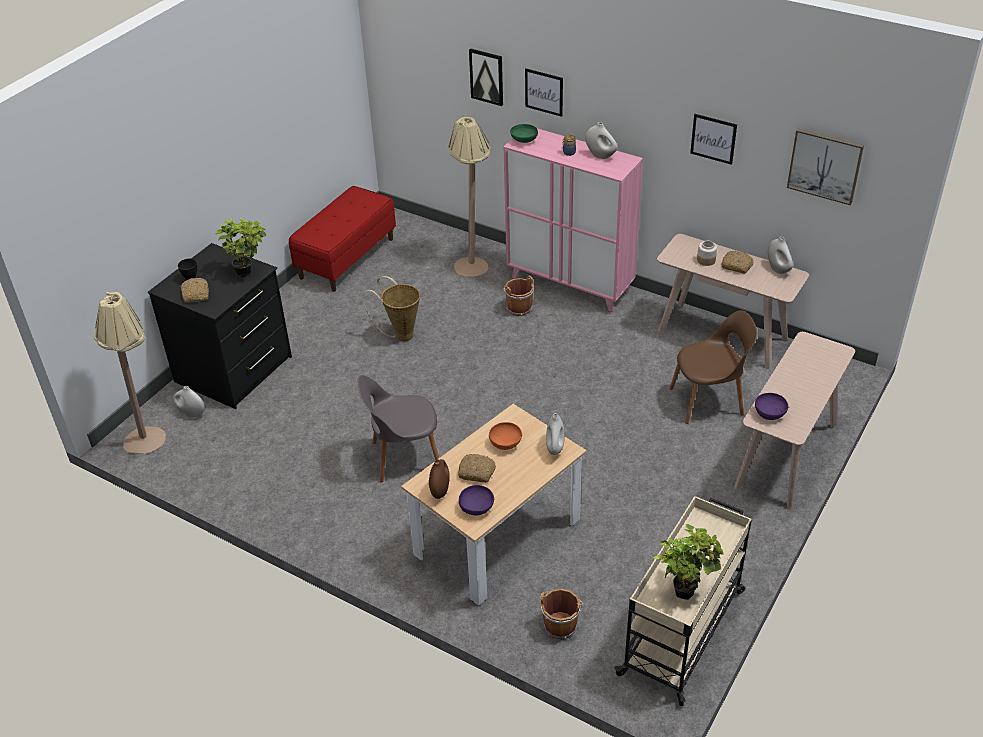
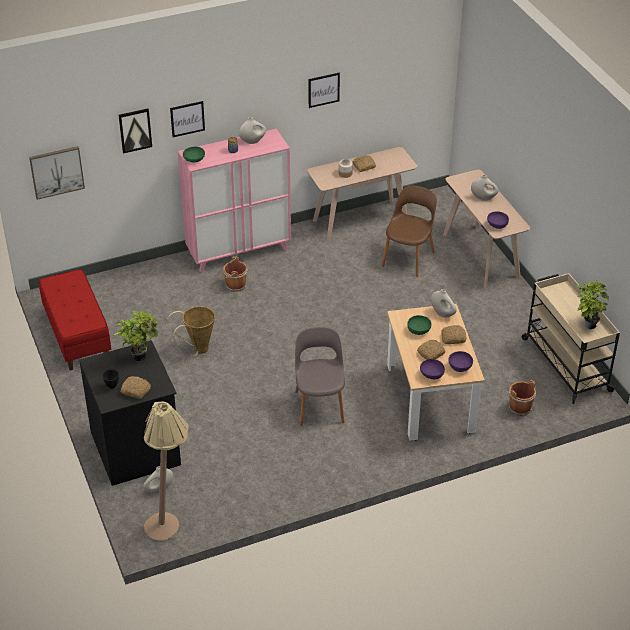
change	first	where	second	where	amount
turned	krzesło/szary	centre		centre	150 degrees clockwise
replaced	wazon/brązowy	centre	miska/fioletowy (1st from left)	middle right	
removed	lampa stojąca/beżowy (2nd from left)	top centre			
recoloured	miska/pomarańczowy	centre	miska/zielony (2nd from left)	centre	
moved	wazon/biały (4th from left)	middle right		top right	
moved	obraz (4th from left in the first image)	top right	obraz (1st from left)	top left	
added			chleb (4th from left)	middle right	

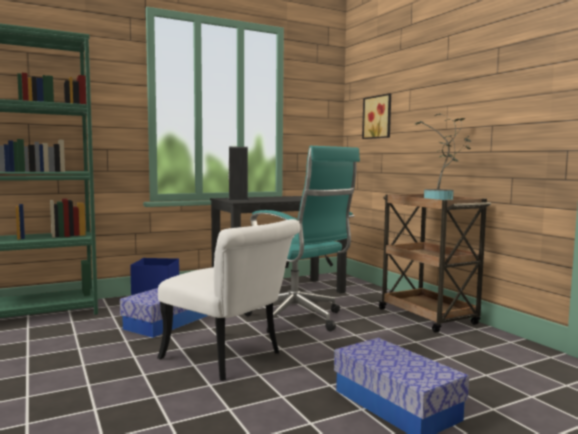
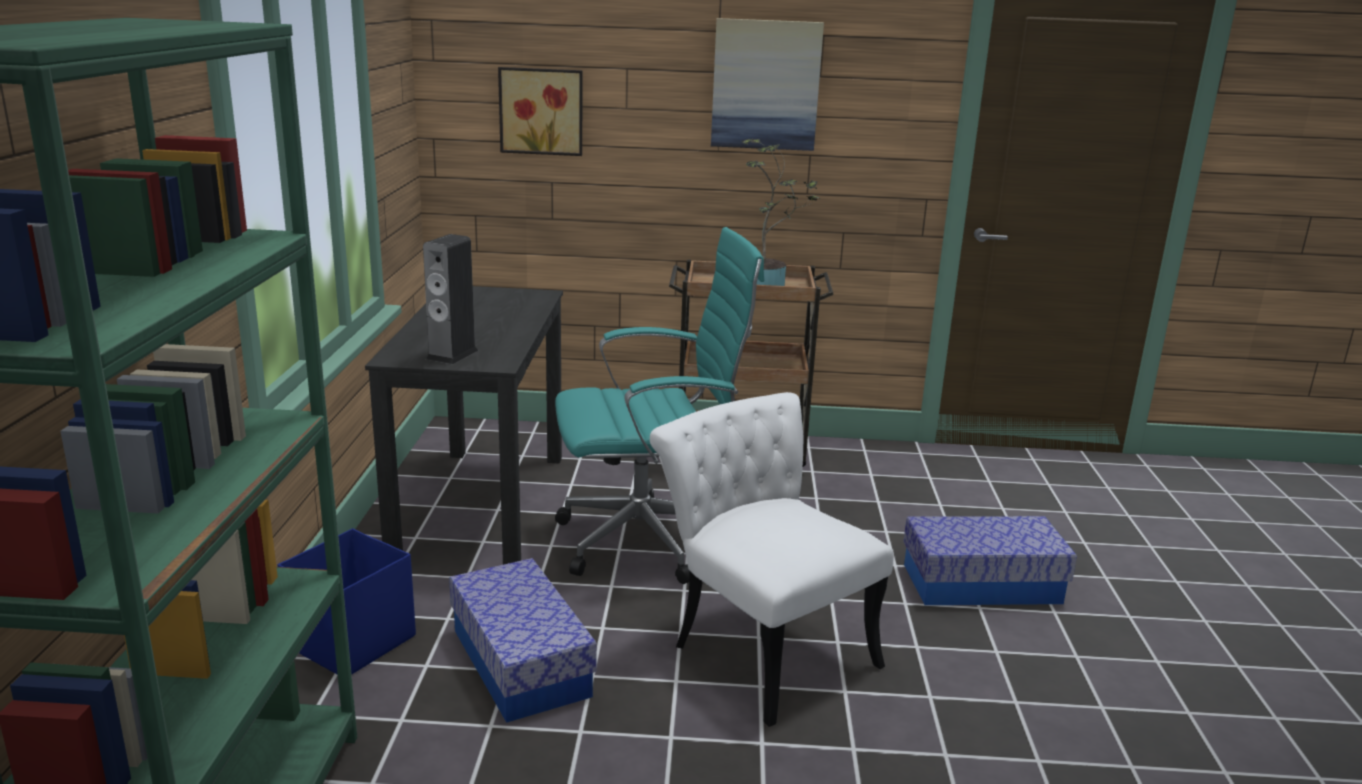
change	first	where	second	where	amount
turned	krzesło/biały	bottom centre		bottom centre	105 degrees counterclockwise
added			obraz (2nd from left)	top centre	

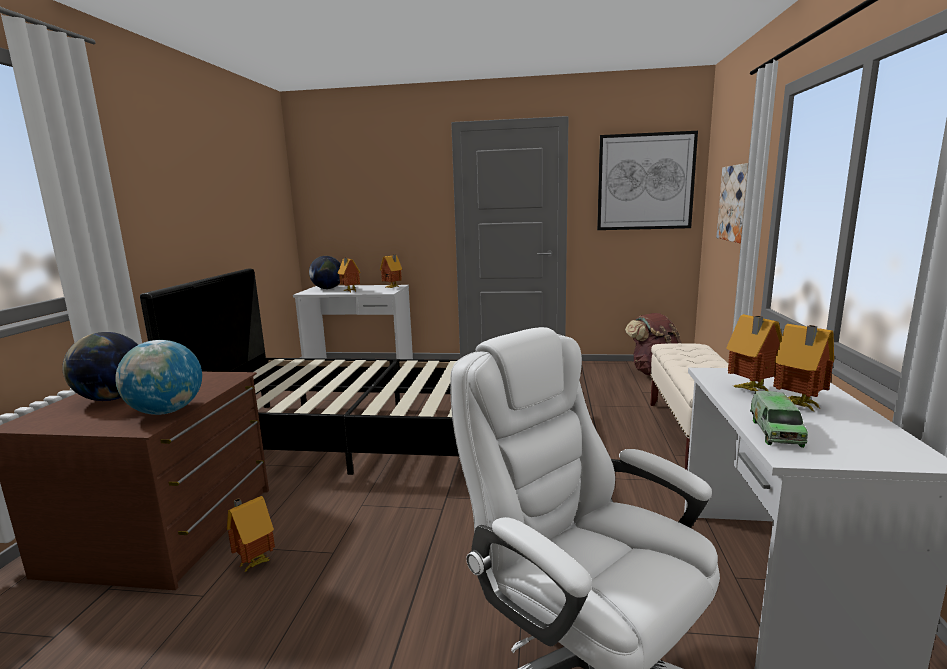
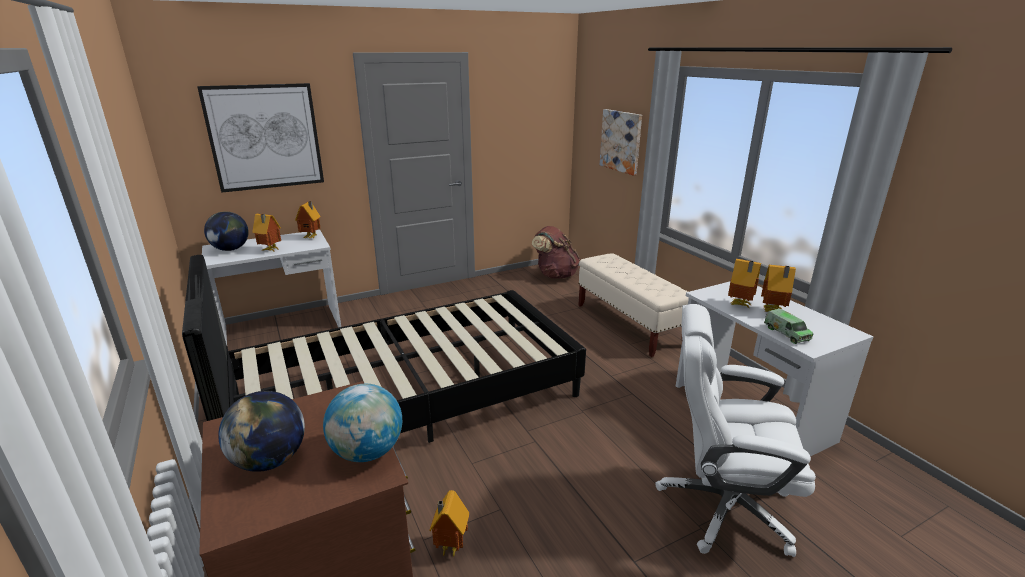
change	first	where	second	where	amount
moved	obraz (1st from left)	top right		top left	

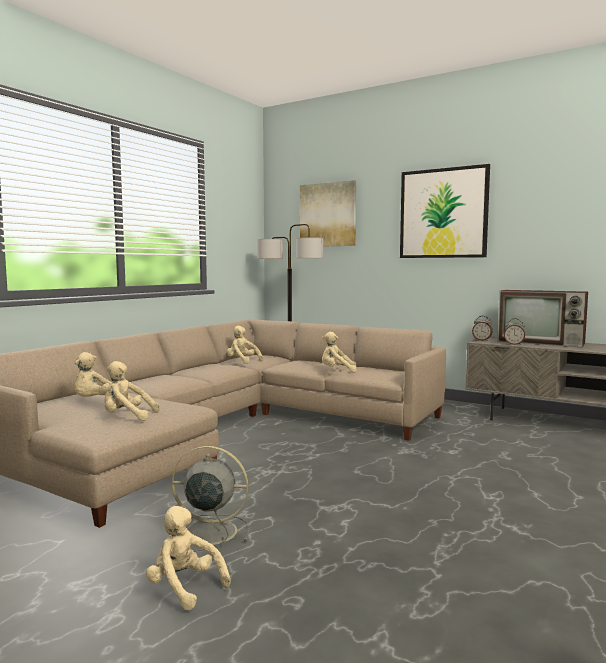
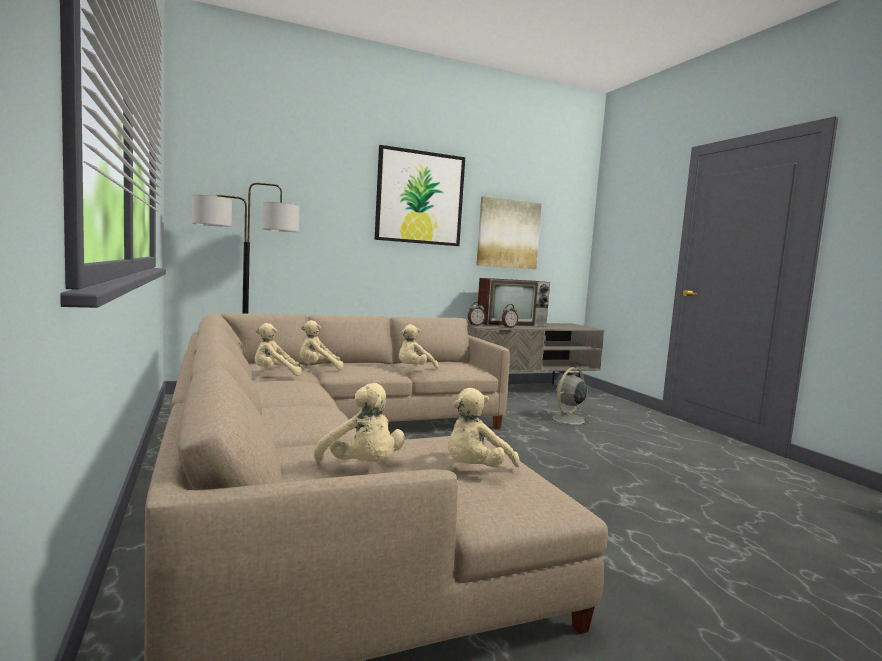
change	first	where	second	where	amount
moved	pluszak/beżowy (3rd from left in the first image)	bottom left	pluszak/beżowy (2nd from left)	centre	
moved	wentylator/szary	bottom centre		centre	
moved	obraz (1st from left in the first image)	top centre	obraz (2nd from left)	centre	

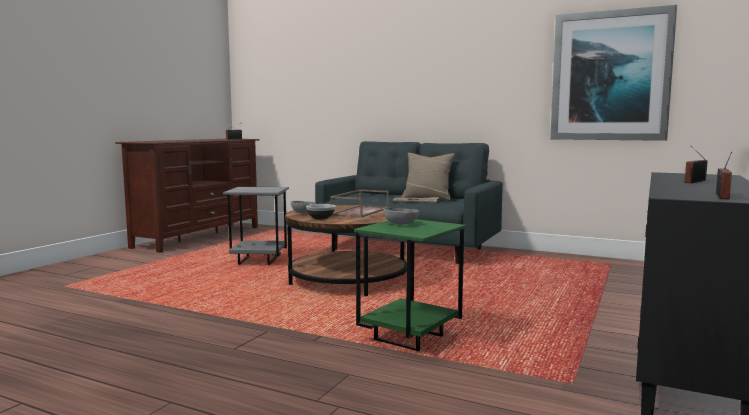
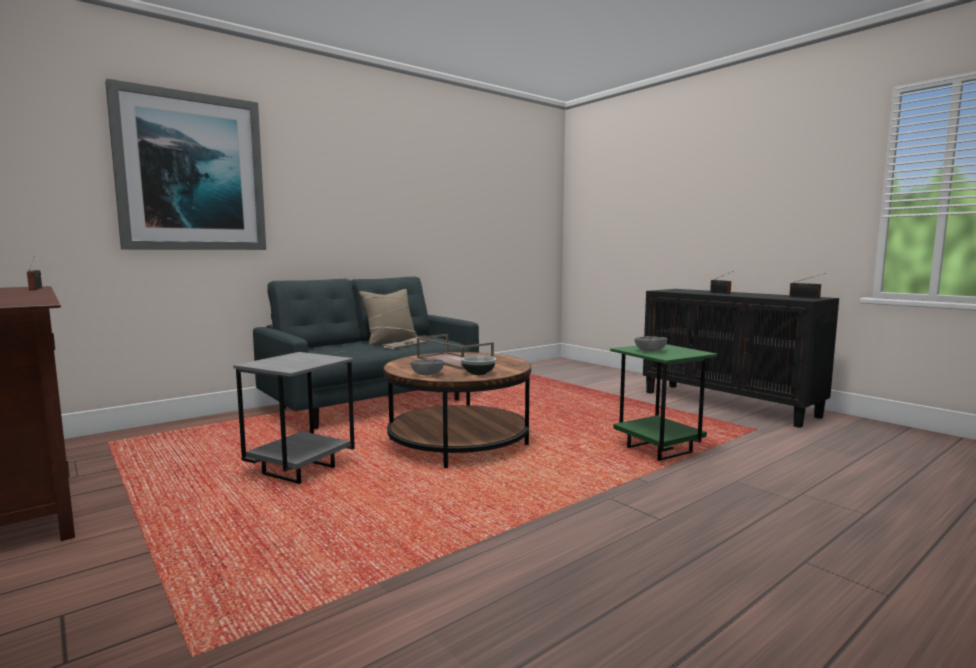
change	first	where	second	where	amount
moved	obraz	top right		top left	

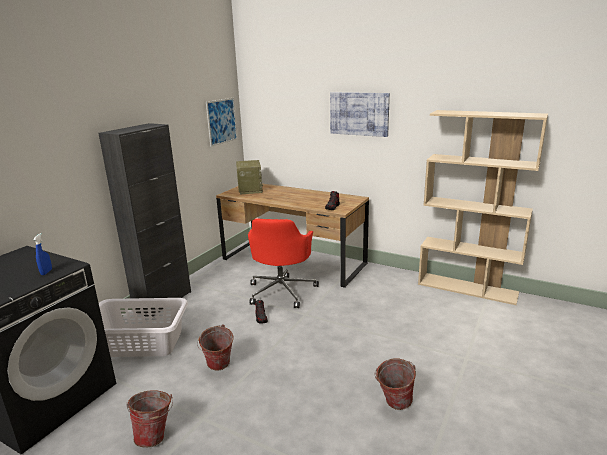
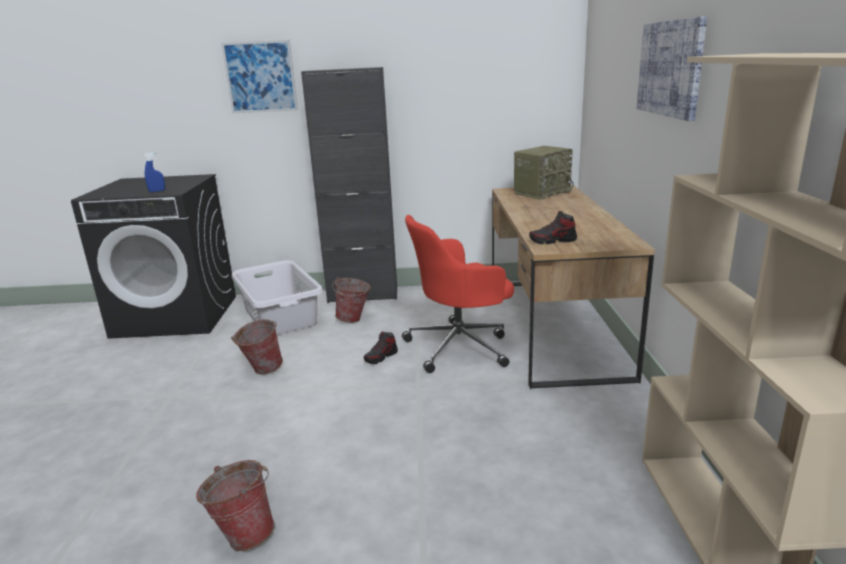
change	first	where	second	where	amount
moved	wiadro (1st from left in the first image)	bottom left	wiadro (3rd from left)	centre	
moved	obraz (1st from left)	top centre		top left	

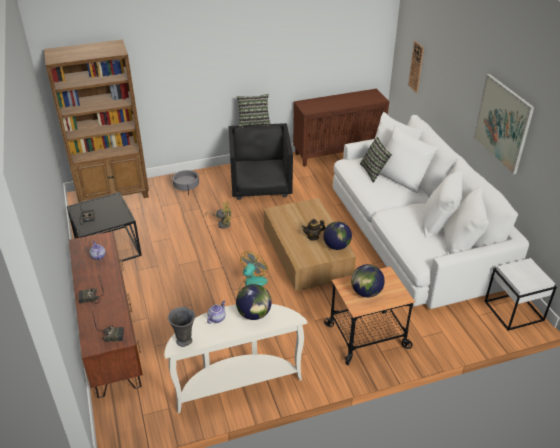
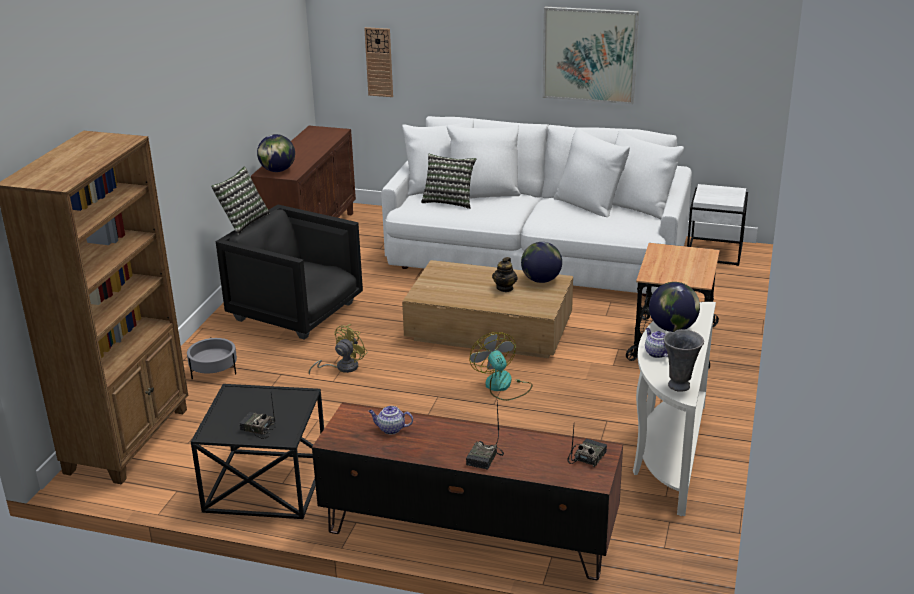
change	first	where	second	where	amount
moved	globus (3rd from left in the first image)	centre	globus (1st from left)	top left	

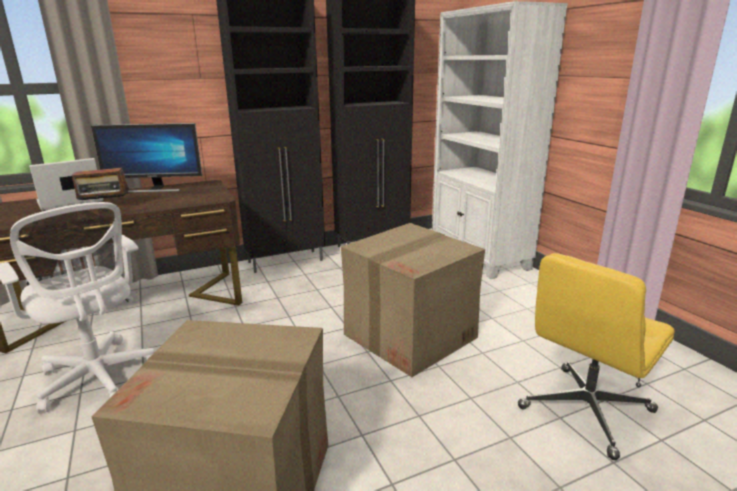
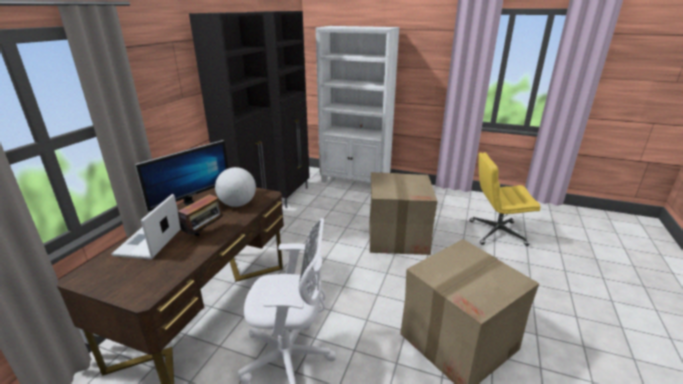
change	first	where	second	where	amount
turned	krzesło biurowe/żółty	bottom right		middle right	90 degrees clockwise
added			globus	centre	

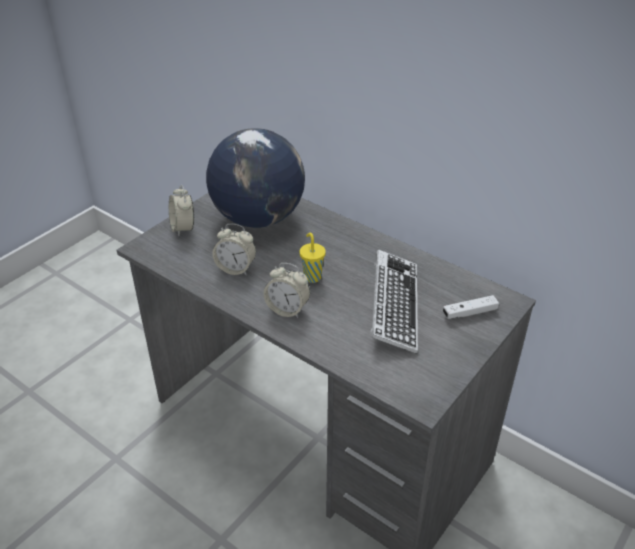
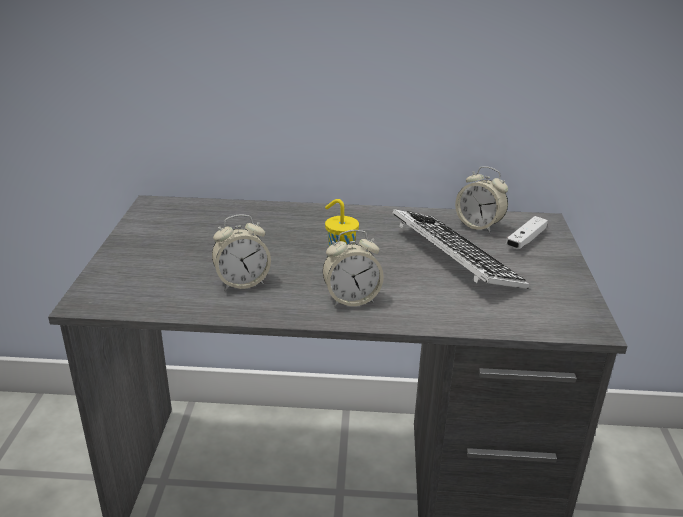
change	first	where	second	where	amount
moved	budzik (1st from left in the first image)	middle left	budzik (3rd from left)	middle right	
removed	globus	top centre			

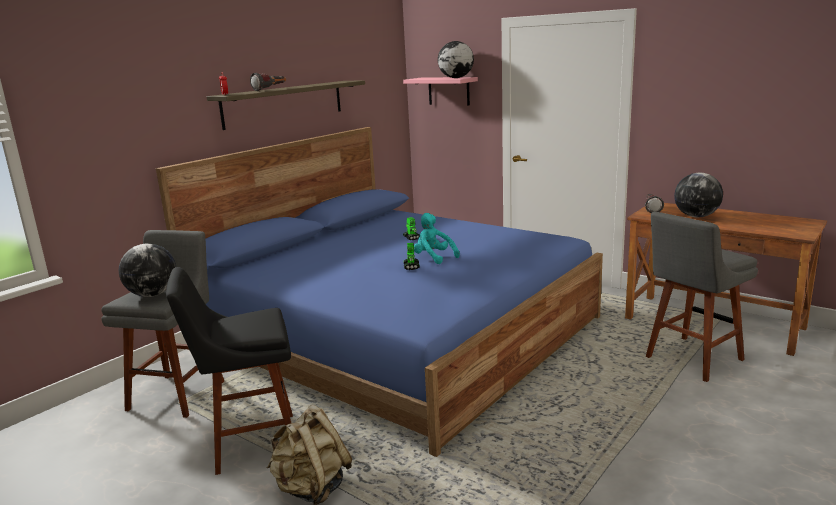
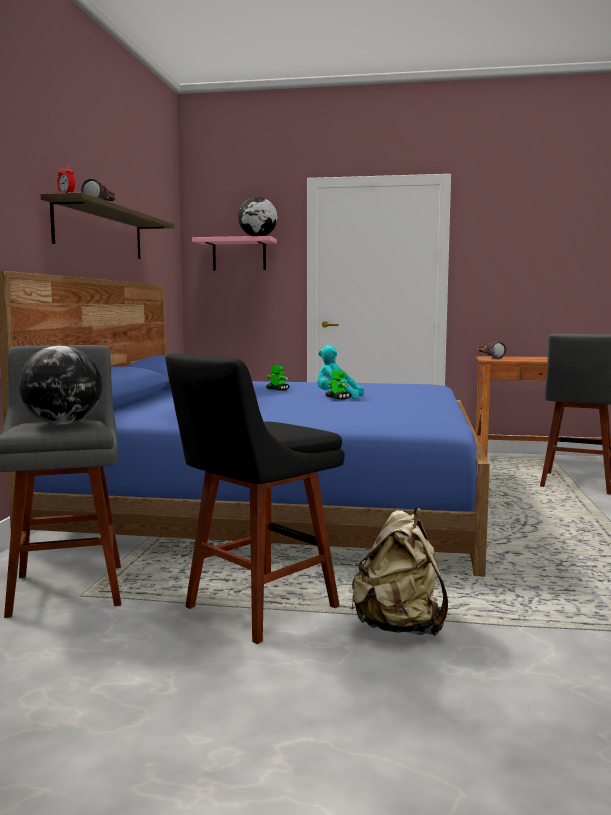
change	first	where	second	where	amount
removed	globus (3rd from left)	middle right			

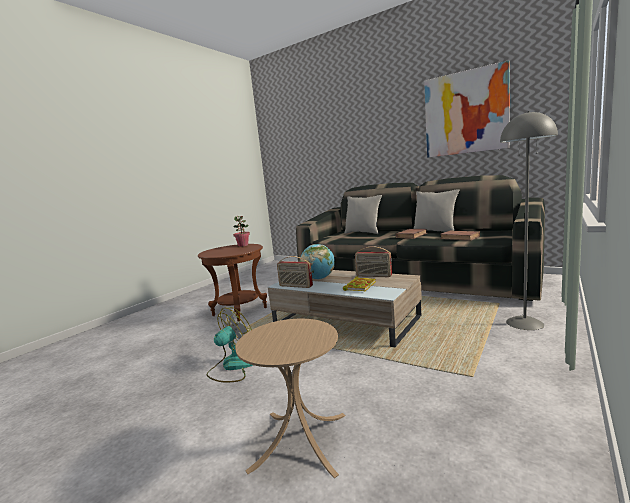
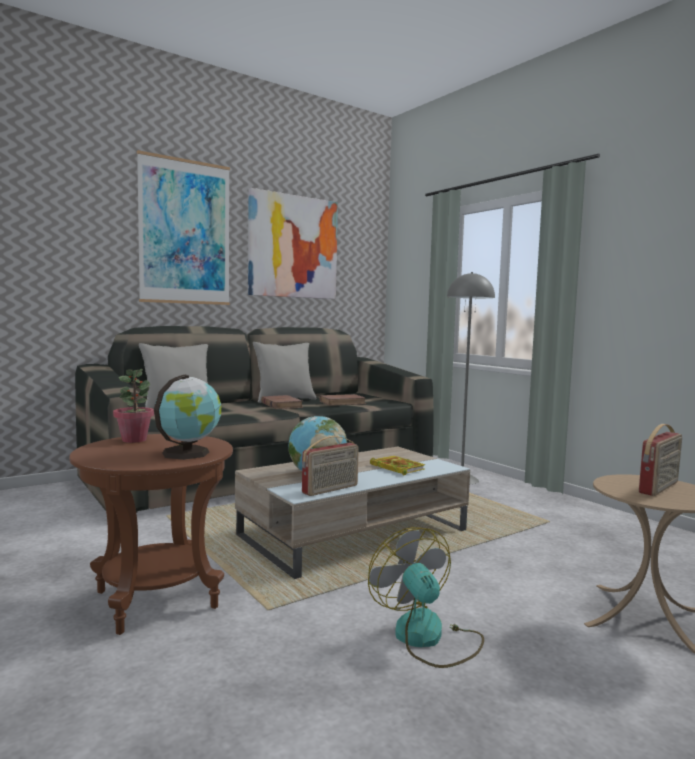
change	first	where	second	where	amount
moved	radio (2nd from left)	centre		middle right	
added			obraz (1st from left)	top left	
added			globus (1st from left)	middle left	

